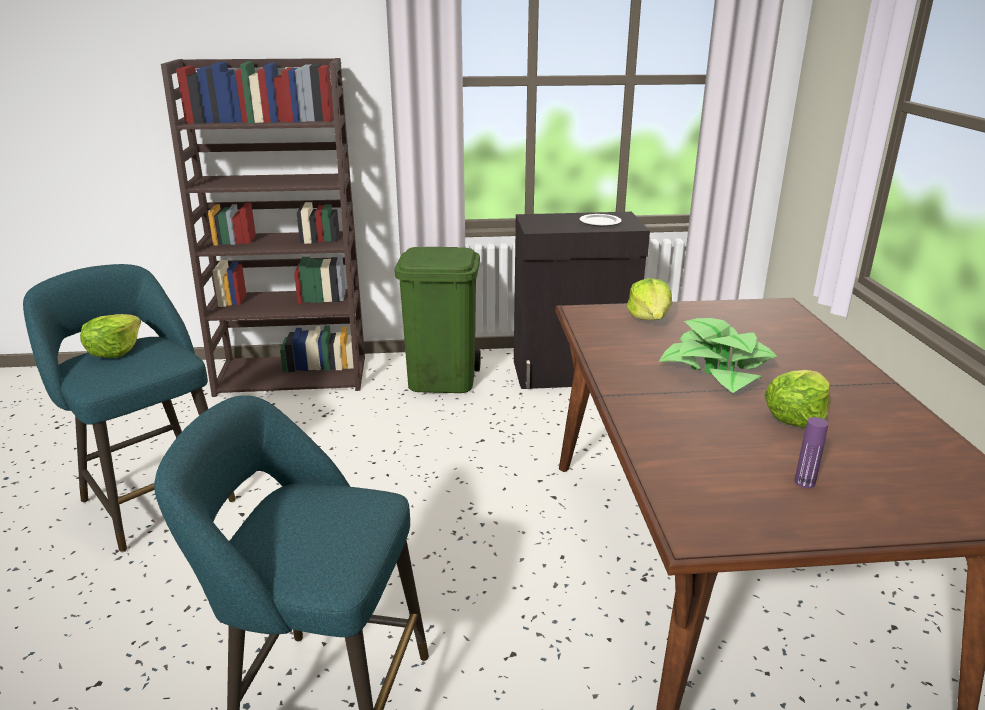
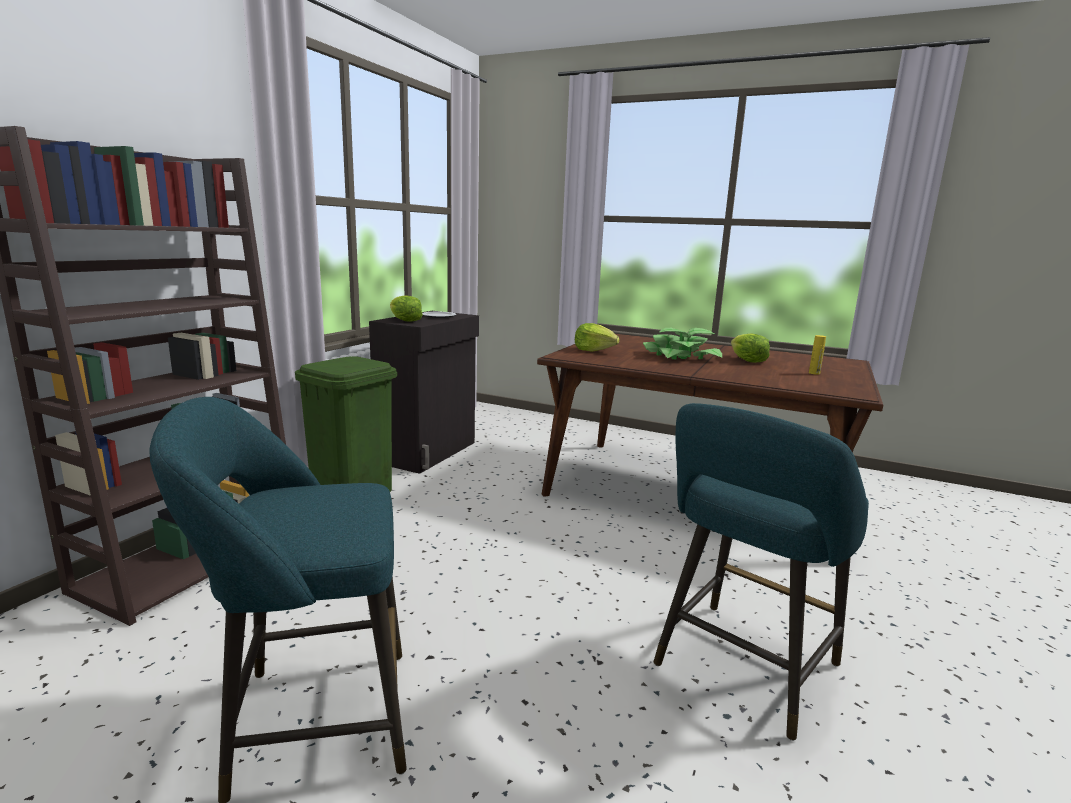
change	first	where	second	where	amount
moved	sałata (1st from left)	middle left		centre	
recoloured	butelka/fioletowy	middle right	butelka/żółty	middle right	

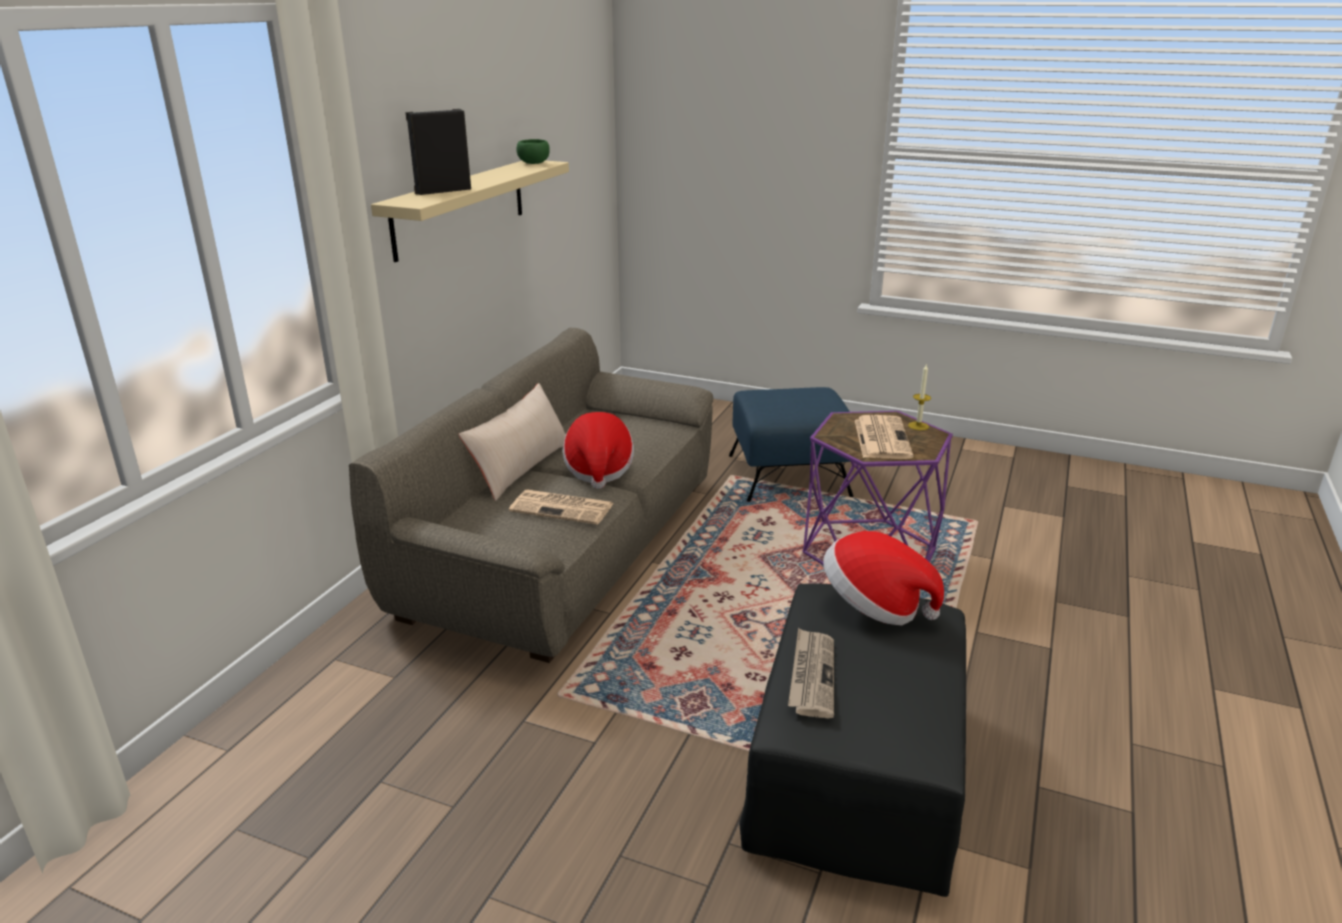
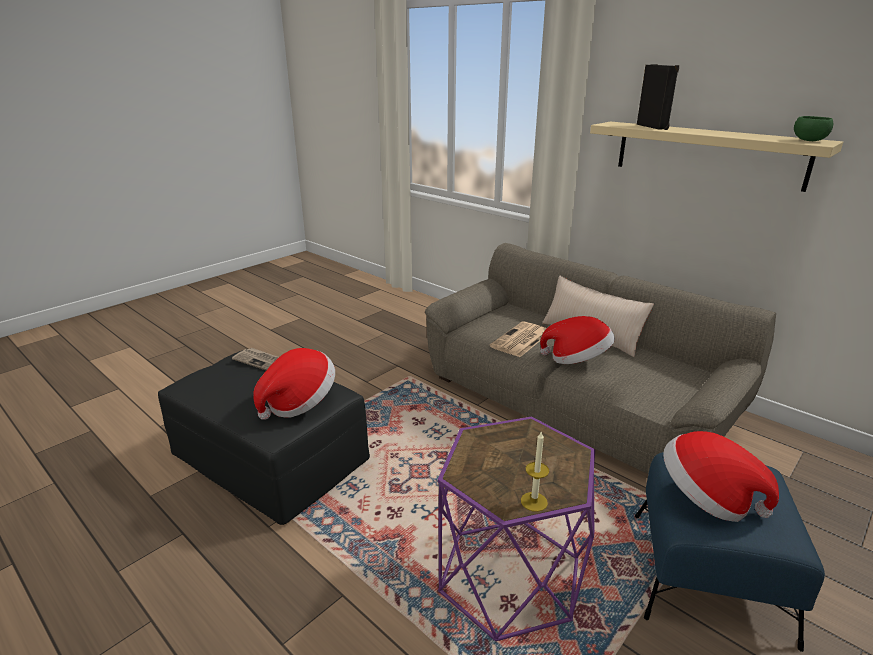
change	first	where	second	where	amount
removed	gazeta (3rd from left)	centre			
added			kapelusz (3rd from left)	bottom right	

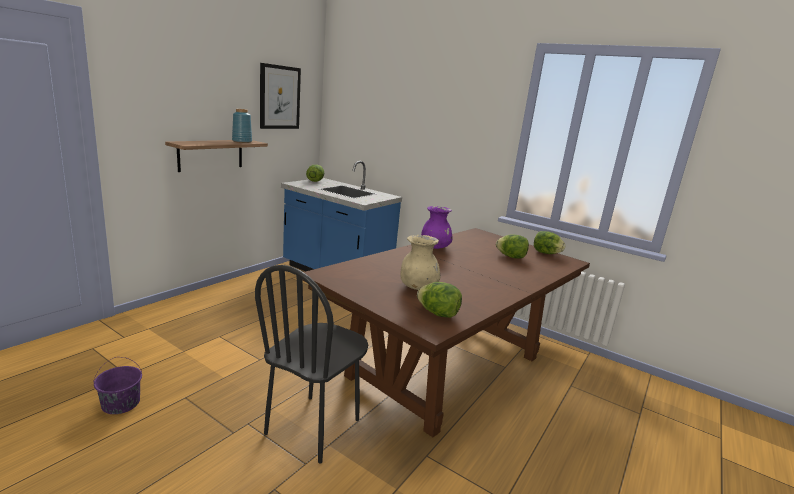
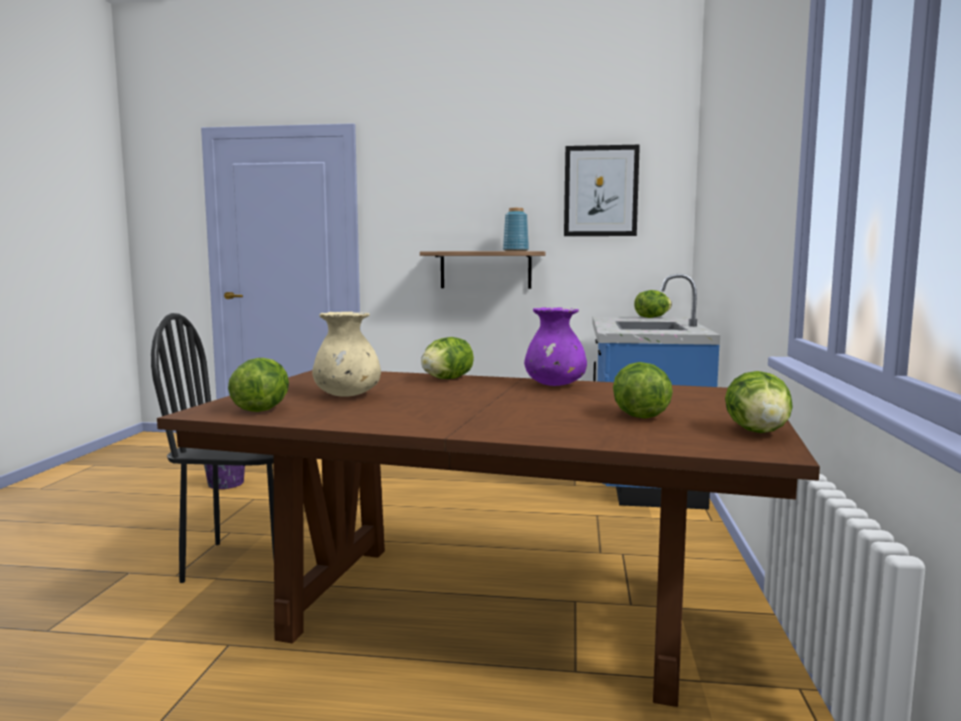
change	first	where	second	where	amount
added			sałata (2nd from left)	centre	

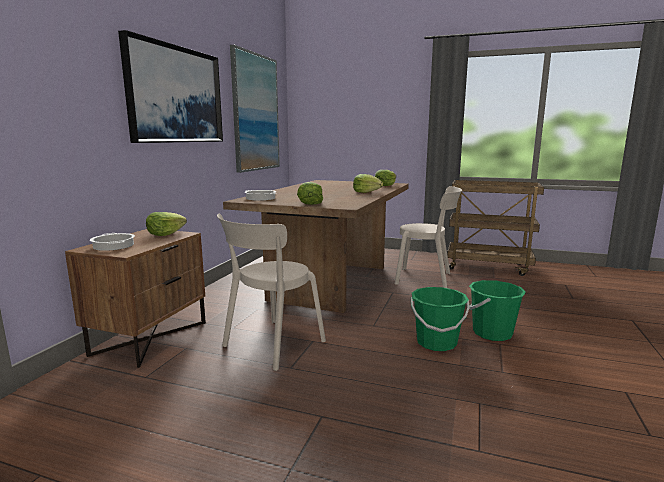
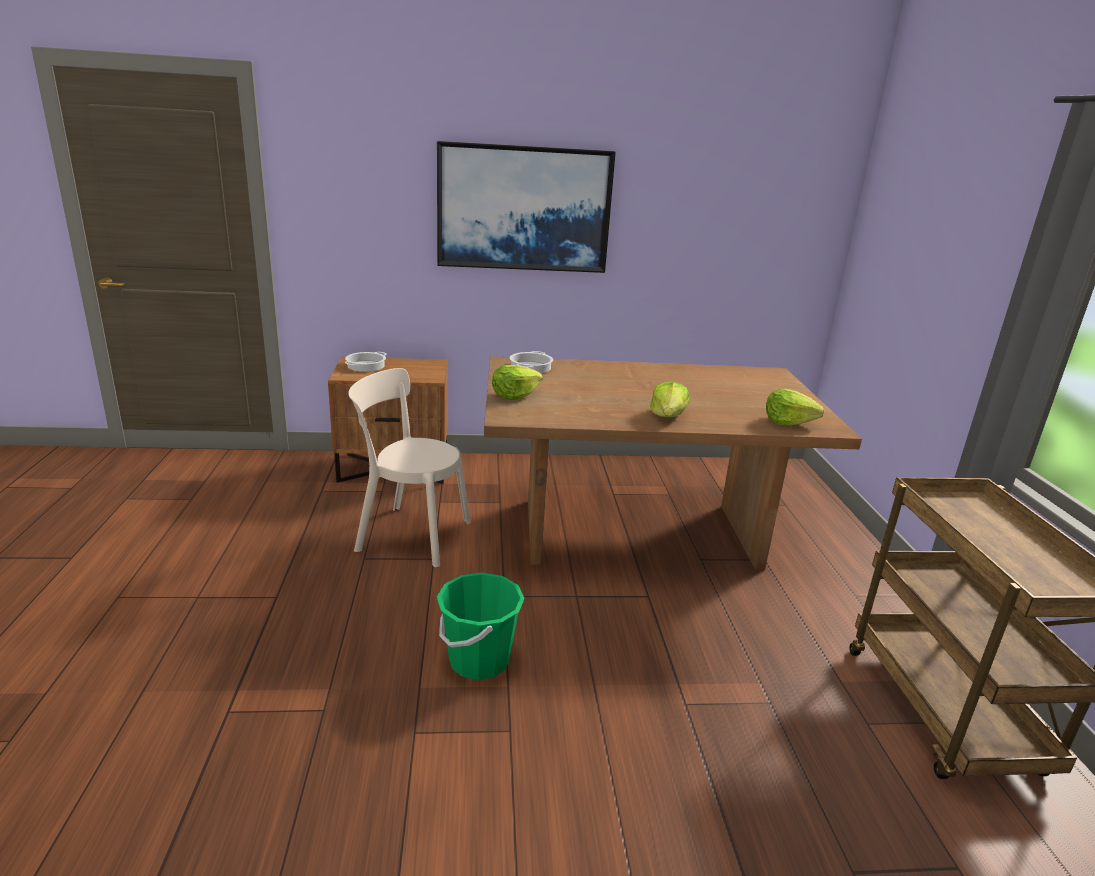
change	first	where	second	where	amount
removed	sałata (1st from left)	middle left			
removed	obraz (2nd from left)	top centre			
removed	krzesło/beżowy (2nd from left)	centre			
removed	wiadro/zielony (2nd from left)	middle right			

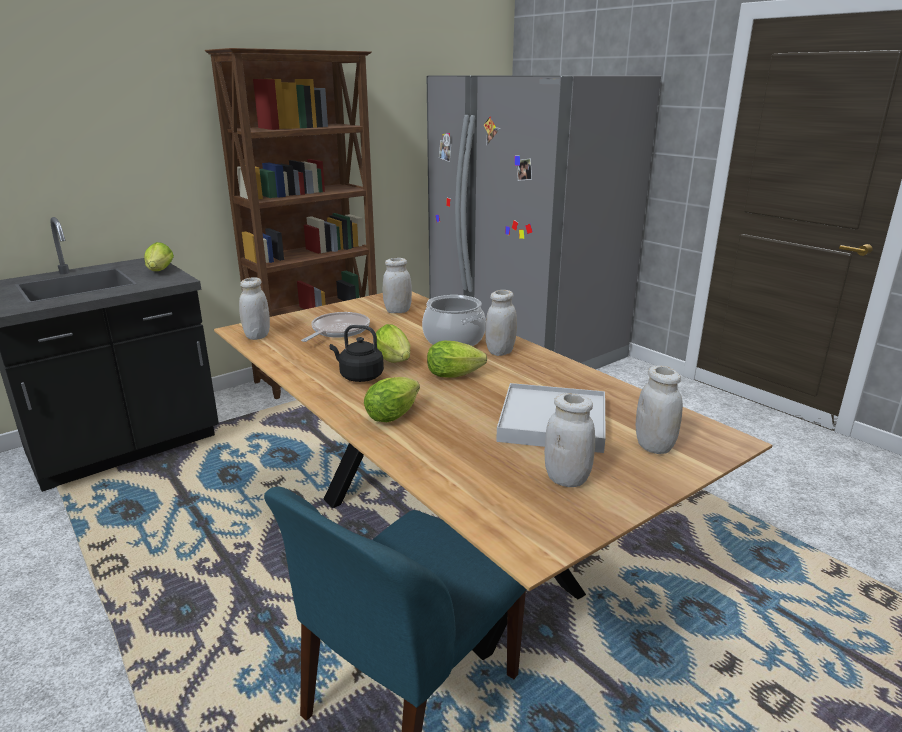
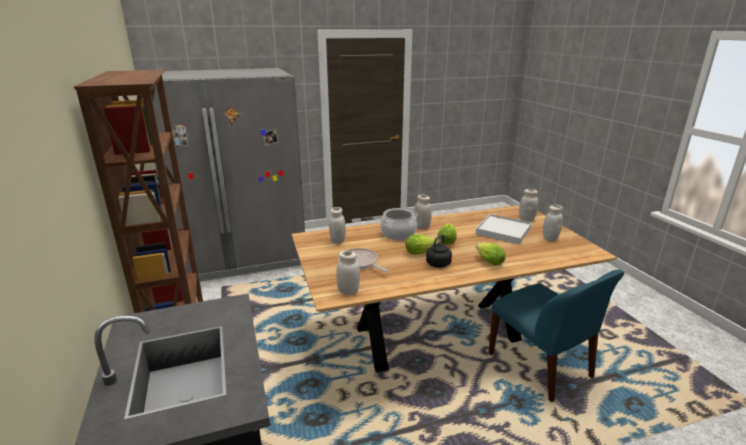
change	first	where	second	where	amount
removed	sałata (1st from left)	middle left			

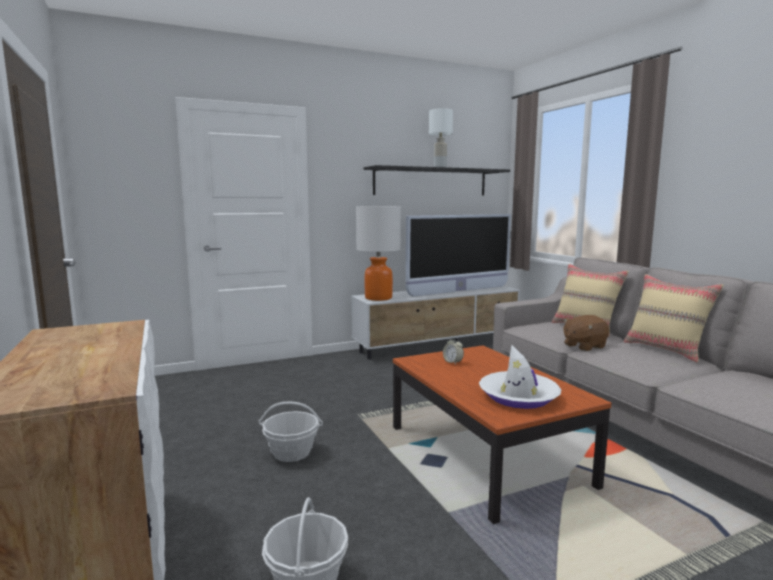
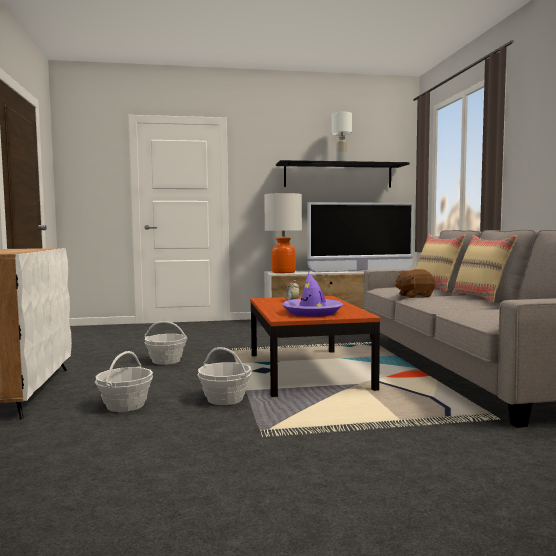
change	first	where	second	where	amount
recoloured	kapelusz/biały	middle right	kapelusz/fioletowy	centre	
added			koszyk (3rd from left)	bottom centre	

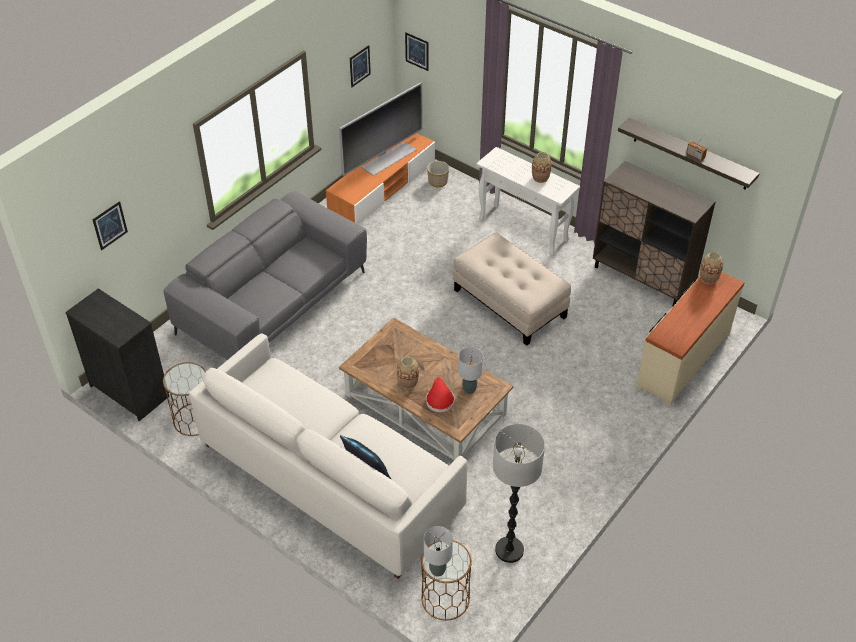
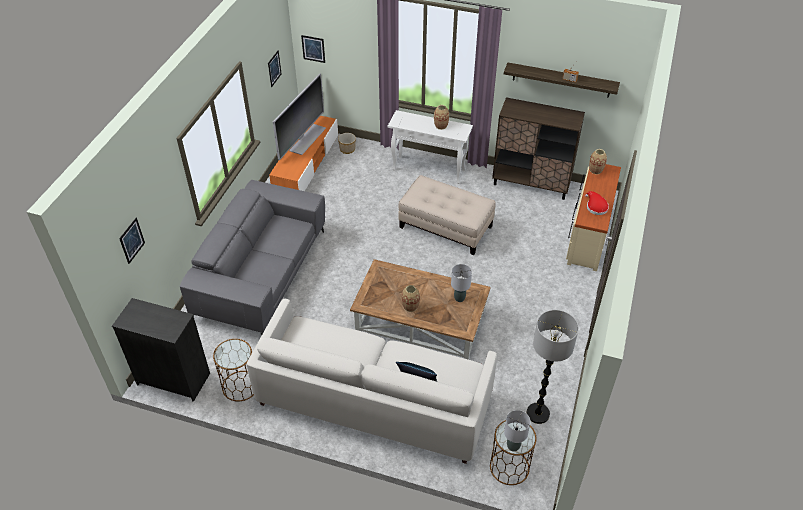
change	first	where	second	where	amount
moved	kapelusz/czerwony	centre		middle right	

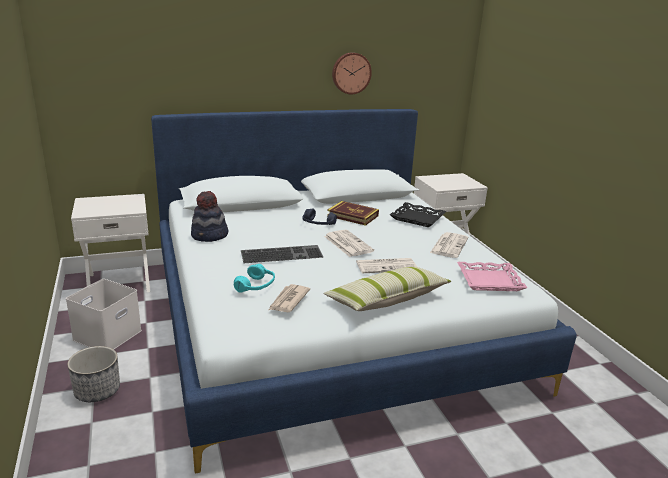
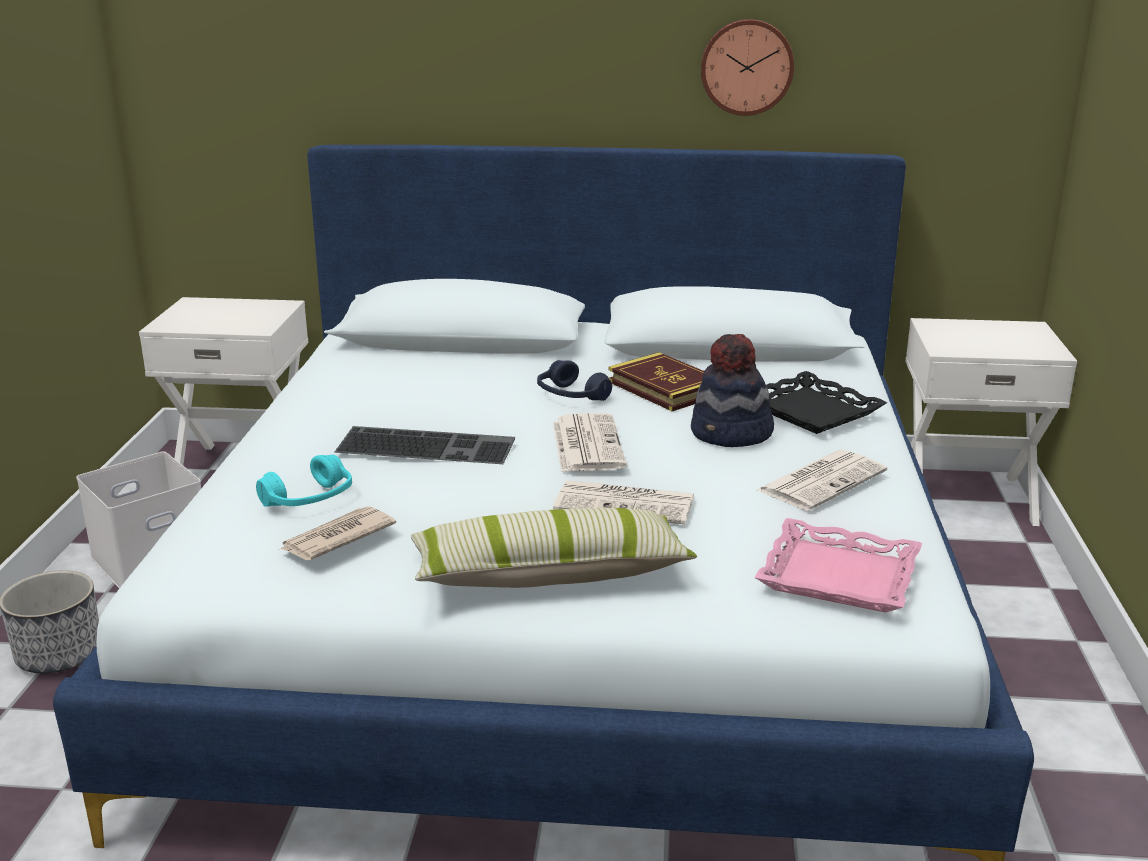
change	first	where	second	where	amount
moved	kapelusz	middle left		centre	

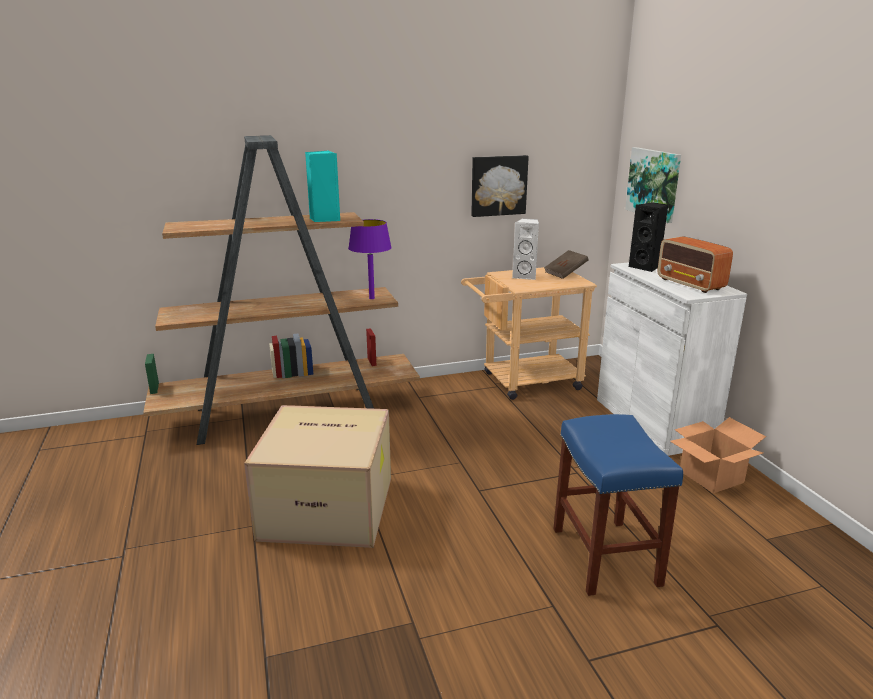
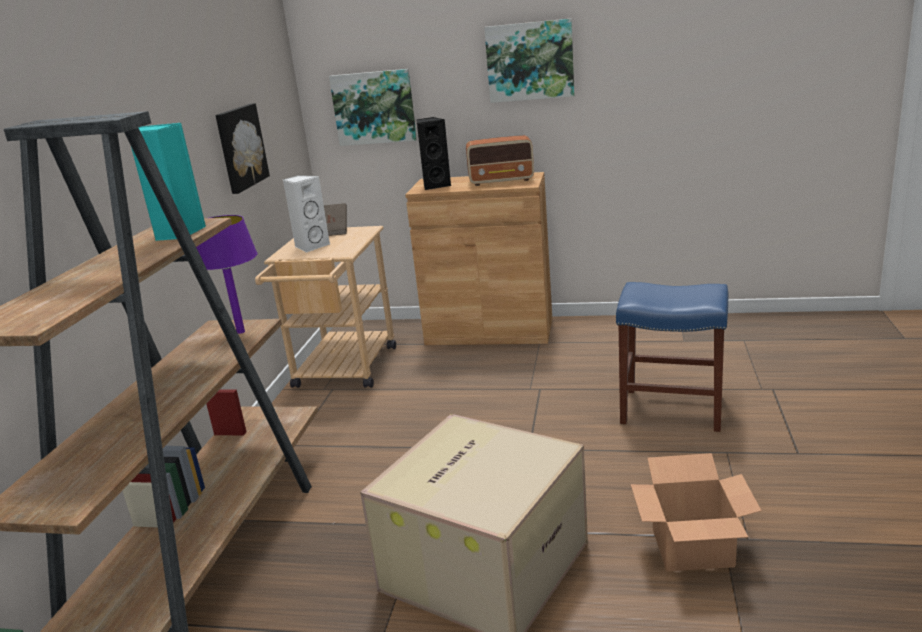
change	first	where	second	where	amount
recoloured	szafka/biały	middle right	szafka/brązowy	centre	
moved	karton (2nd from left)	middle right		bottom right	
added			obraz (3rd from left)	top centre	

